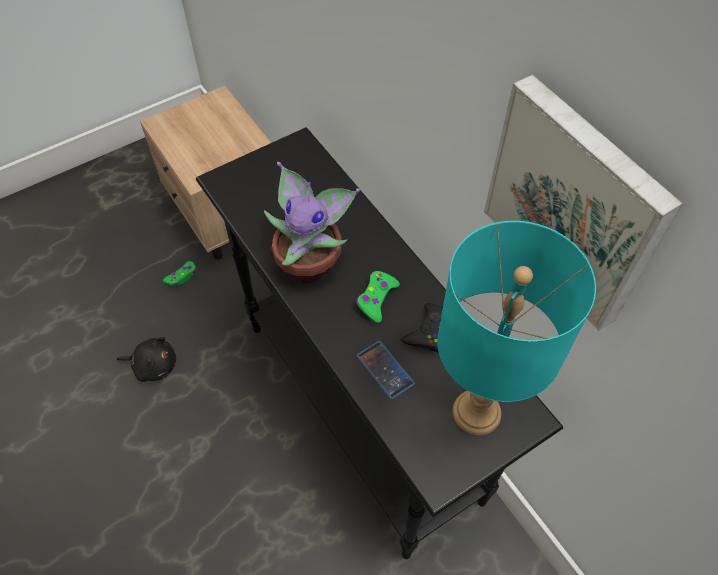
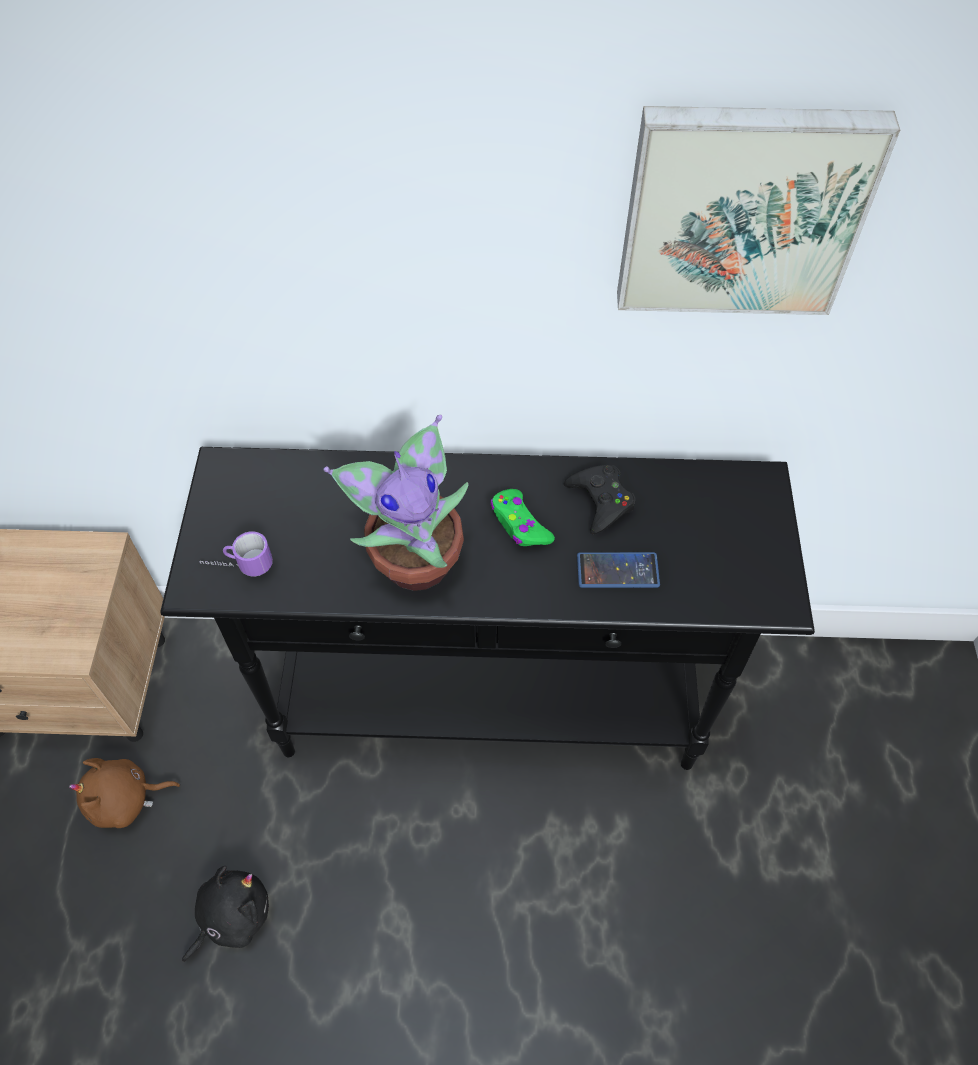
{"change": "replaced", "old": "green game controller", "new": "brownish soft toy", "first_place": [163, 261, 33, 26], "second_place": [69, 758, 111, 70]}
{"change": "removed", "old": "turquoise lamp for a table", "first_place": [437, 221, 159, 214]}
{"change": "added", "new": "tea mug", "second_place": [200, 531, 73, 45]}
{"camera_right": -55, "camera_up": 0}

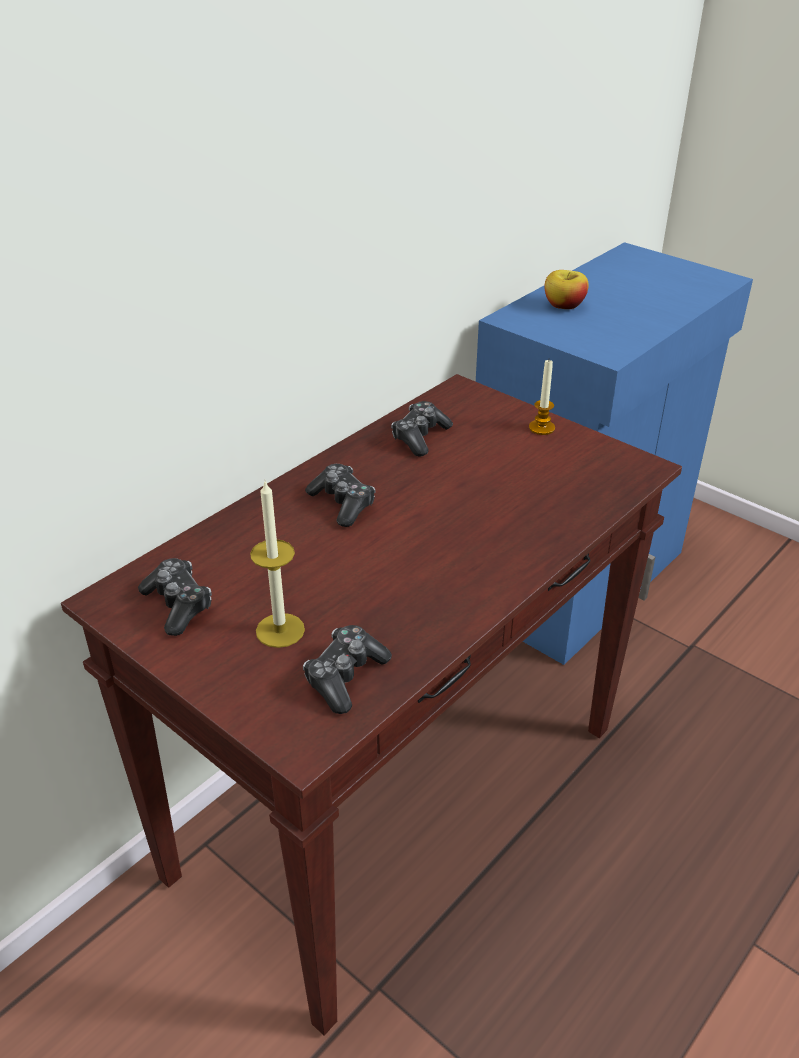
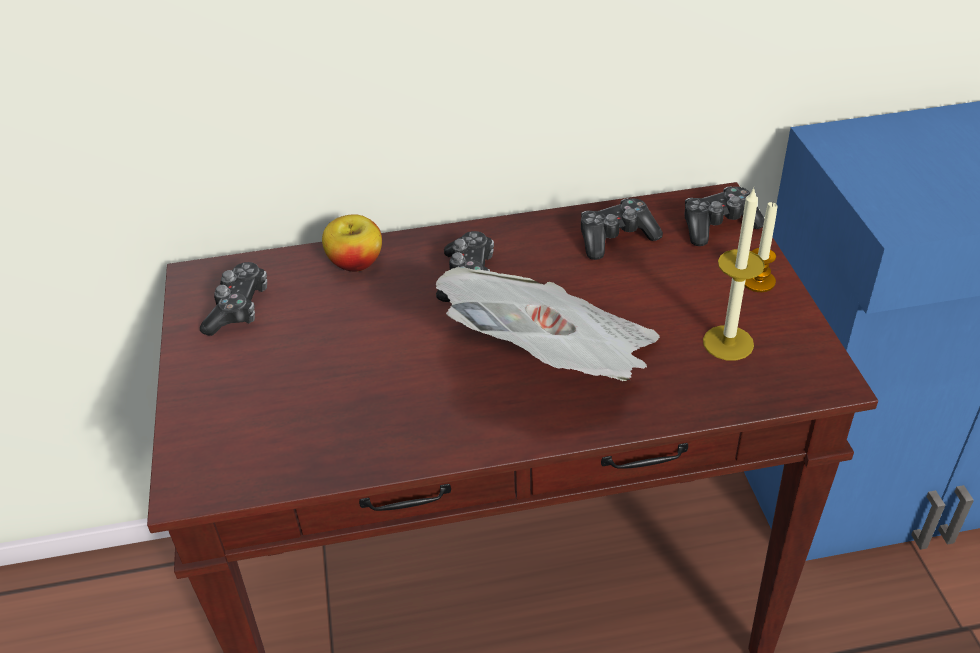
{"change": "moved", "old": "wax light", "first_place": [250, 481, 55, 167], "second_place": [703, 187, 62, 174]}
{"change": "moved", "old": "game controller", "first_place": [303, 625, 89, 89], "second_place": [684, 186, 81, 60]}
{"change": "moved", "old": "whole apple", "first_place": [544, 270, 45, 39], "second_place": [322, 214, 60, 58]}
{"change": "added", "new": "daily paper", "second_place": [436, 267, 224, 114]}
{"camera_right": 40, "camera_up": 5}

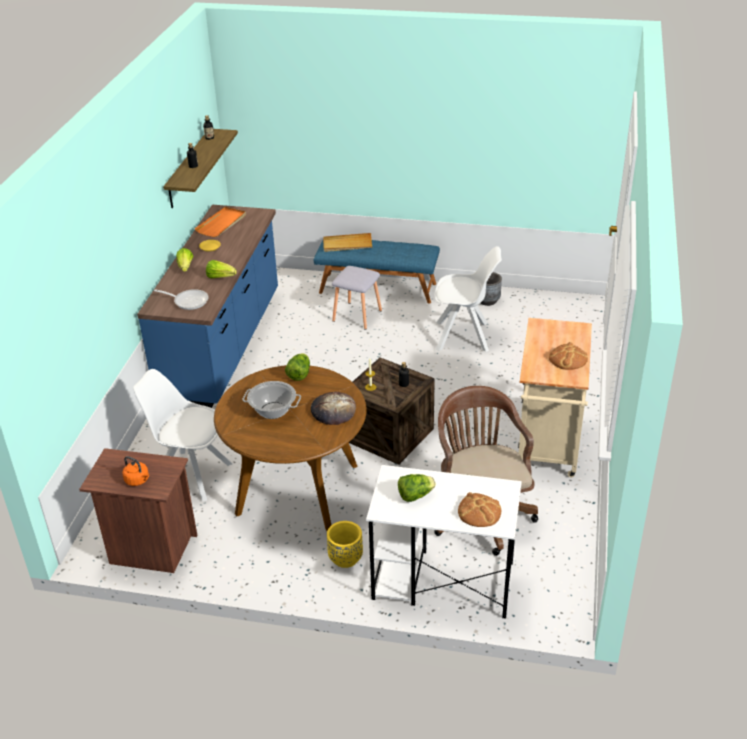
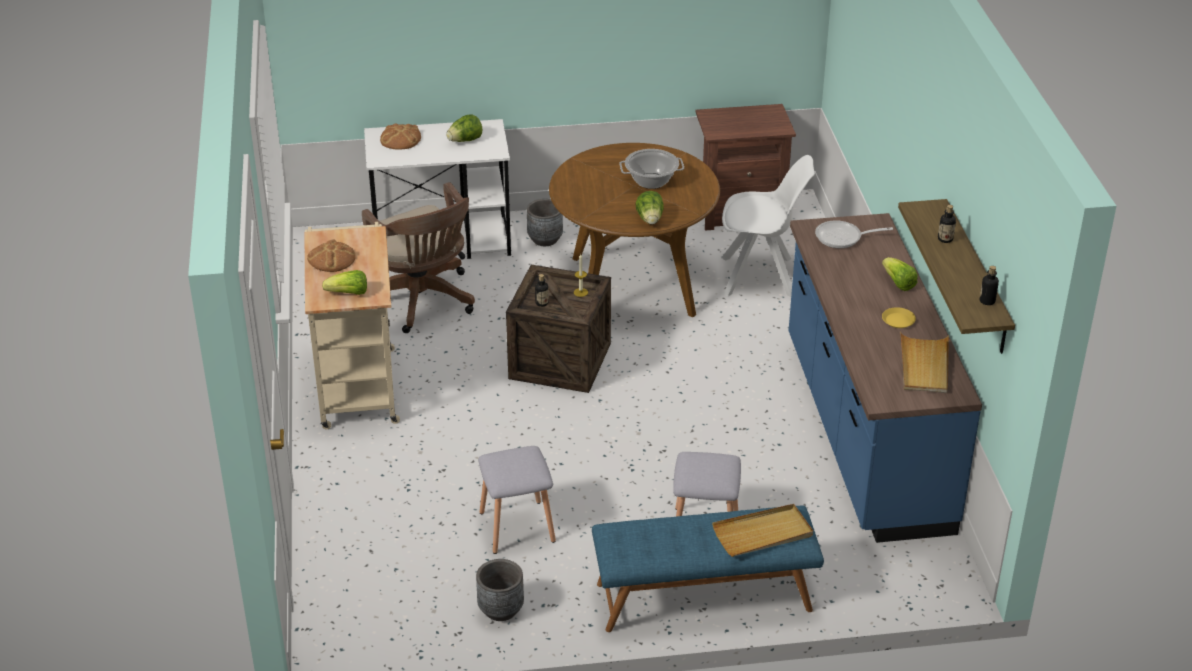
{"change": "removed", "old": "orange-coloured kettle", "first_place": [122, 456, 27, 30]}
{"change": "recoloured", "old": "orange-coloured tray", "new": "beige-coloured tray", "first_place": [195, 207, 51, 30], "second_place": [900, 332, 49, 61]}
{"change": "moved", "old": "lettuce", "first_place": [206, 260, 31, 18], "second_place": [322, 270, 45, 25]}
{"change": "removed", "old": "bread", "first_place": [311, 392, 45, 33]}
{"change": "recoloured", "old": "yellowish plant pot", "new": "gray plant pot", "first_place": [327, 521, 36, 47], "second_place": [527, 199, 36, 47]}
{"change": "replaced", "old": "white plain chair", "new": "gray stool", "first_place": [435, 246, 67, 106], "second_place": [478, 446, 78, 108]}
{"camera_right": 160, "camera_up": 0}

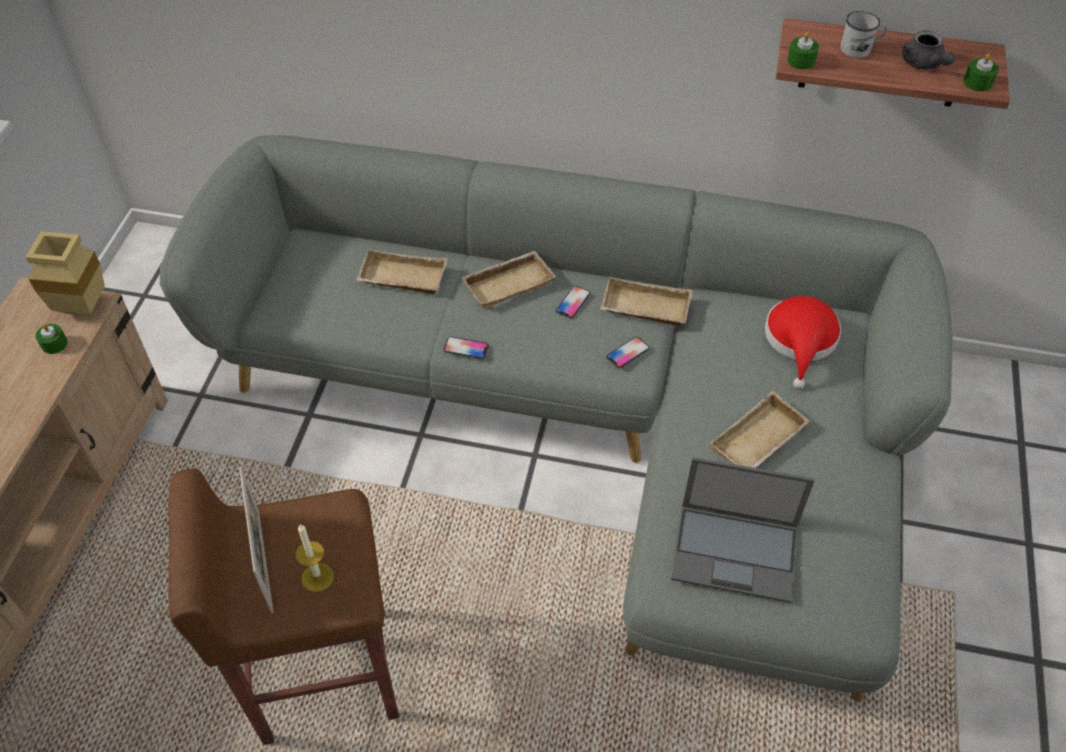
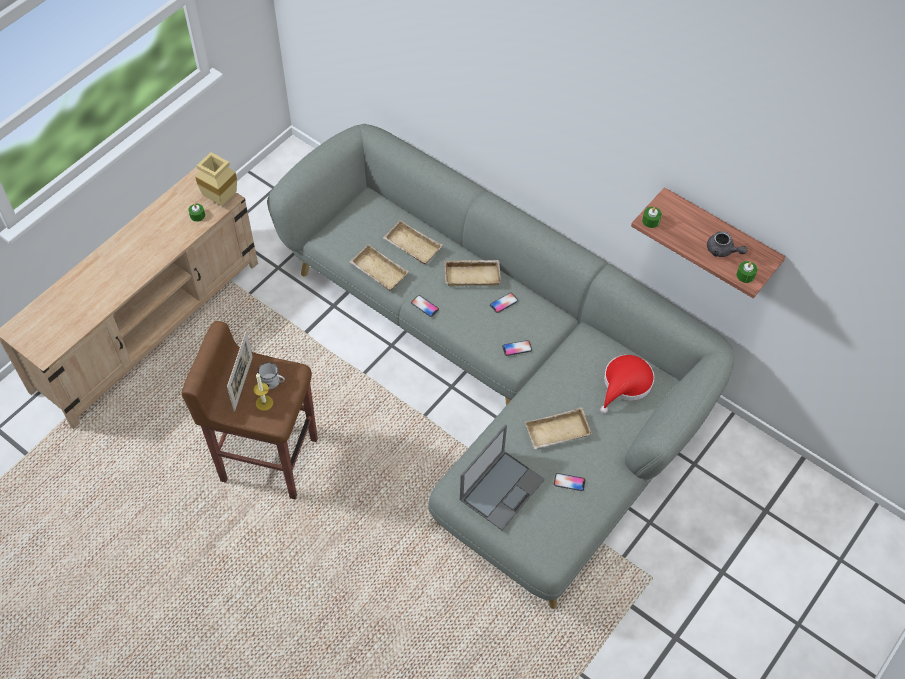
{"change": "moved", "old": "beige-coloured tray", "first_place": [600, 276, 93, 50], "second_place": [349, 244, 60, 46]}
{"change": "turned", "old": "notebook computer", "first_place": [671, 457, 144, 146], "second_place": [460, 424, 85, 106], "degrees": -90}
{"change": "moved", "old": "white tea mug", "first_place": [840, 11, 47, 47], "second_place": [258, 362, 27, 27]}
{"change": "turned", "old": "gray teapot", "first_place": [902, 30, 53, 40], "second_place": [707, 231, 40, 26], "degrees": -60}
{"change": "added", "new": "telephone", "second_place": [554, 473, 31, 18]}
{"camera_right": 25, "camera_up": 5}

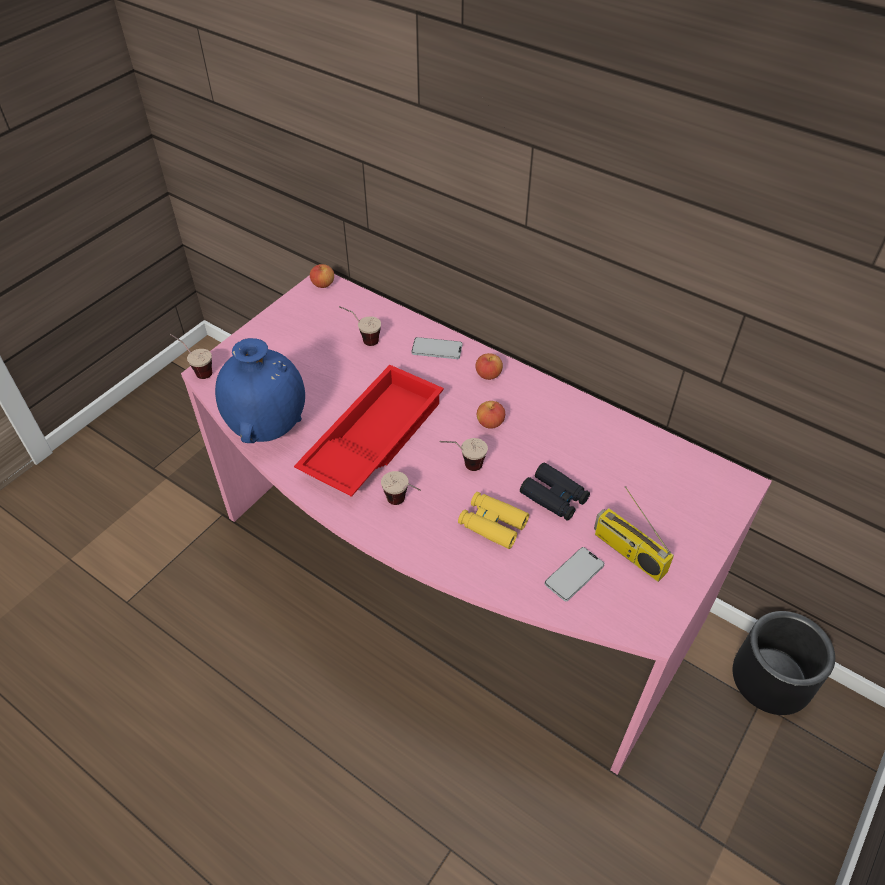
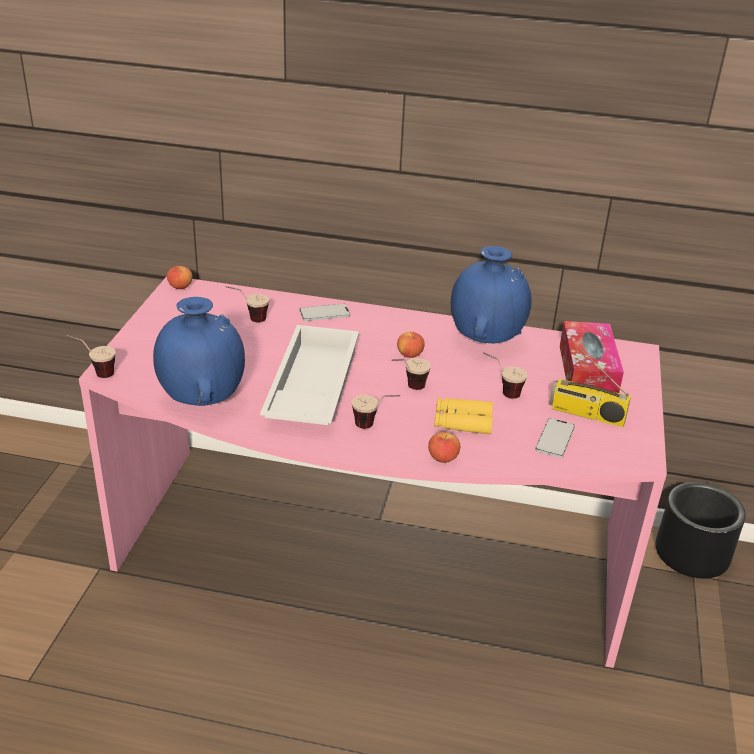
{"change": "recoloured", "old": "red-coloured tray", "new": "white tray", "first_place": [294, 365, 150, 132], "second_place": [260, 325, 99, 100]}
{"change": "moved", "old": "whole apple", "first_place": [475, 353, 28, 27], "second_place": [428, 432, 32, 31]}
{"change": "replaced", "old": "black field glasses", "new": "cup", "first_place": [520, 463, 70, 58], "second_place": [483, 352, 44, 47]}
{"change": "added", "new": "bluish decorative vase", "second_place": [451, 246, 81, 97]}
{"change": "added", "new": "tissue holder", "second_place": [560, 321, 64, 72]}
{"camera_right": -25, "camera_up": -15}

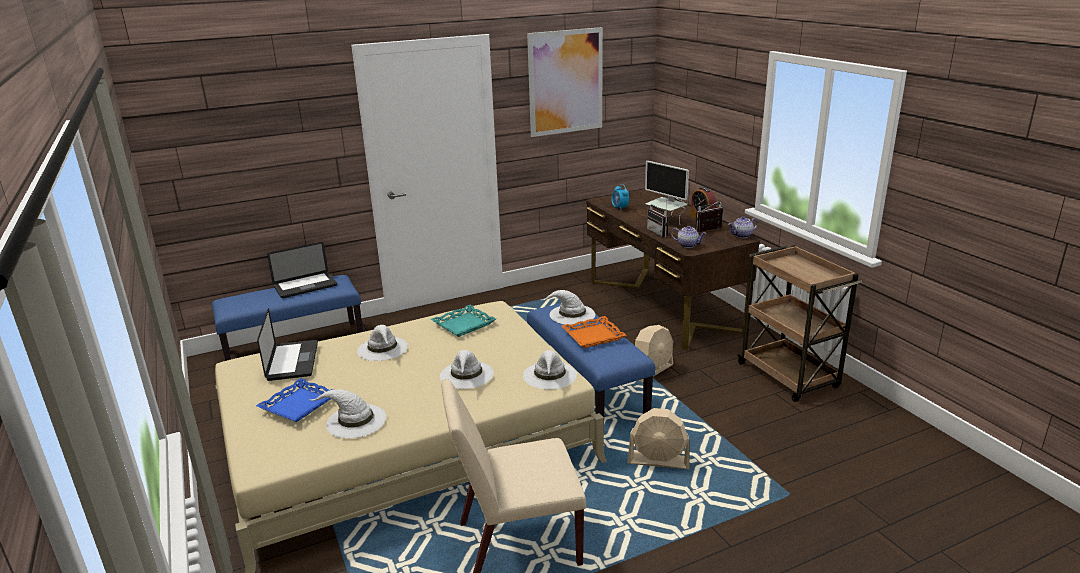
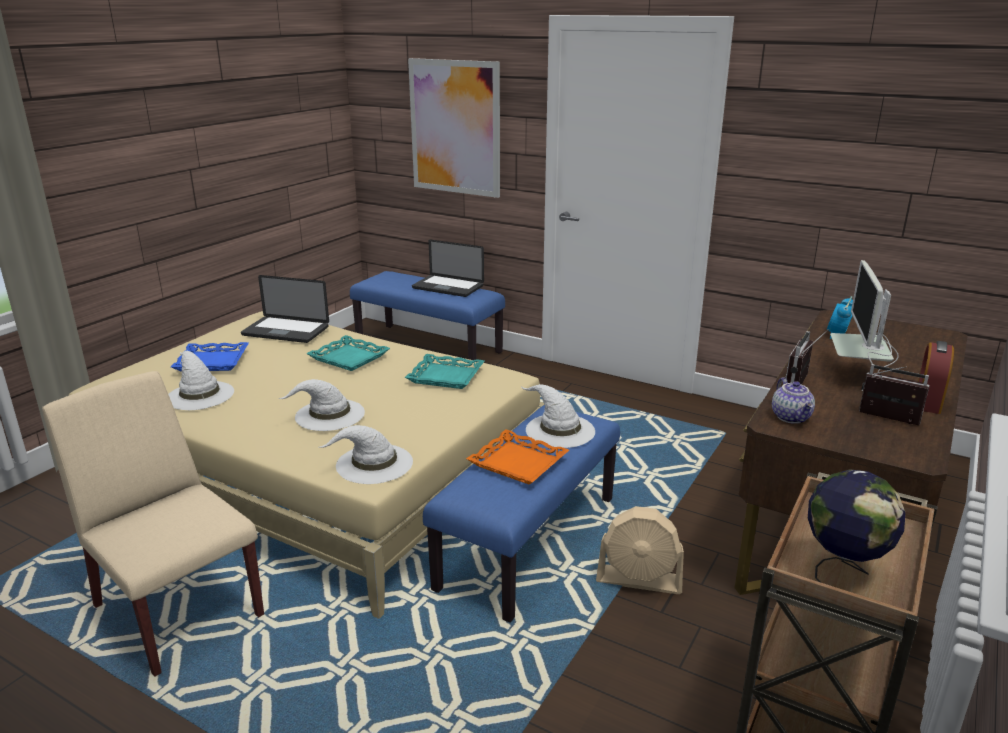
{"change": "turned", "old": "notebook computer", "first_place": [257, 308, 61, 73], "second_place": [241, 275, 88, 68], "degrees": 60}
{"change": "replaced", "old": "white hat", "new": "turquoise tray", "first_place": [357, 325, 51, 36], "second_place": [306, 335, 84, 36]}
{"change": "moved", "old": "wall art", "first_place": [527, 27, 76, 110], "second_place": [408, 58, 92, 140]}
{"change": "removed", "old": "beige-coloured electric fan", "first_place": [627, 408, 63, 61]}
{"change": "removed", "old": "teapot", "first_place": [729, 216, 29, 22]}
{"change": "added", "new": "globe", "second_place": [808, 469, 98, 114]}
{"camera_right": 55, "camera_up": 0}

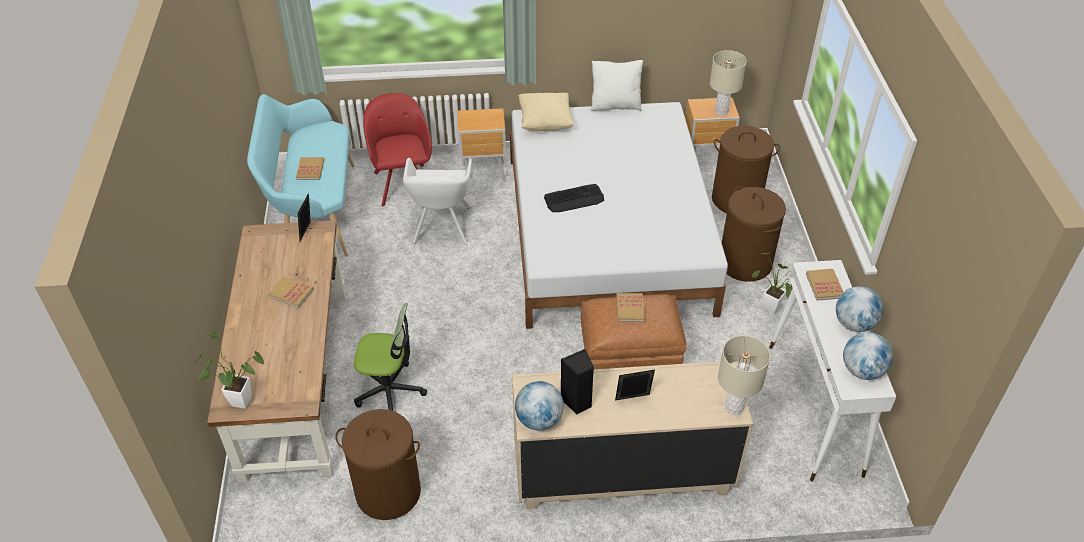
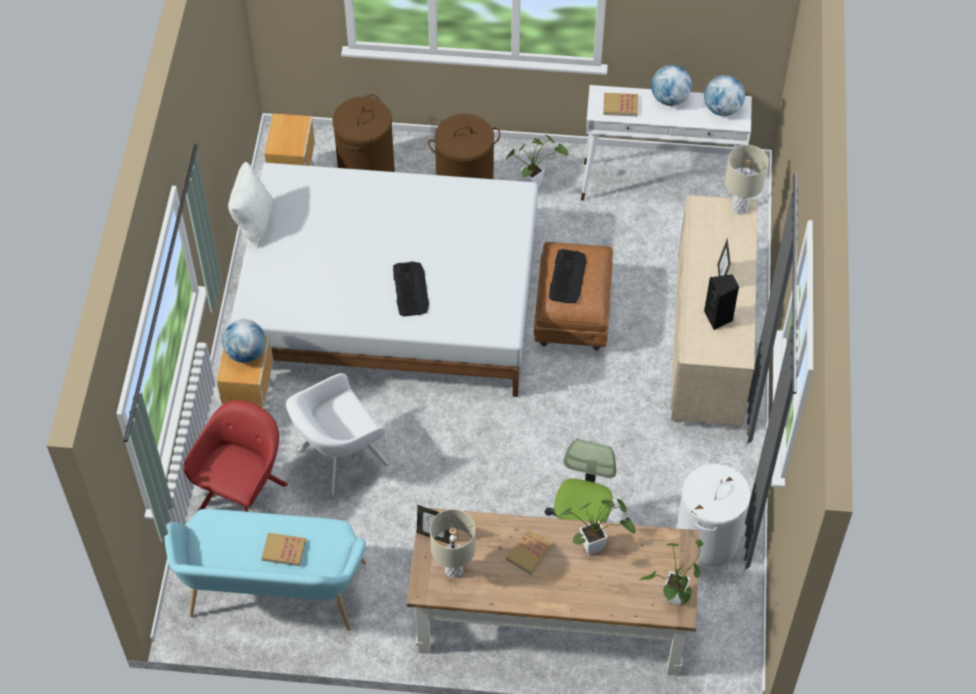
{"change": "recoloured", "old": "brownish hamper", "new": "white hamper", "first_place": [335, 409, 86, 111], "second_place": [676, 461, 75, 106]}
{"change": "turned", "old": "red-coloured easy chair", "first_place": [363, 93, 69, 114], "second_place": [183, 400, 105, 113], "degrees": 120}
{"change": "turned", "old": "white easy chair", "first_place": [403, 158, 69, 87], "second_place": [286, 373, 103, 124], "degrees": 135}
{"change": "moved", "old": "globe", "first_place": [515, 381, 49, 50], "second_place": [222, 319, 44, 44]}
{"change": "removed", "old": "beige-coloured throw pillow", "first_place": [518, 93, 57, 38]}
{"change": "replaced", "old": "bound book", "new": "PC keyboard", "first_place": [616, 293, 29, 29], "second_place": [549, 249, 38, 54]}
{"change": "moved", "old": "beige-coloured lamp for a table", "first_place": [710, 50, 36, 66], "second_place": [430, 509, 46, 69]}
{"change": "added", "new": "houseplant", "second_place": [560, 499, 76, 56]}
{"camera_right": -80, "camera_up": 10}

